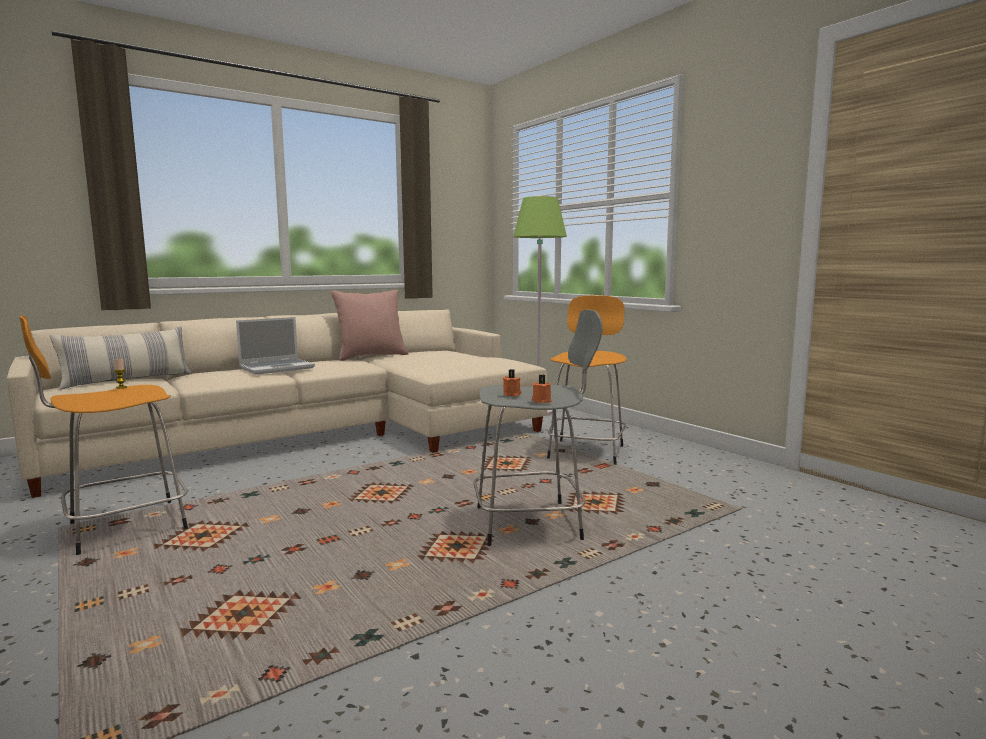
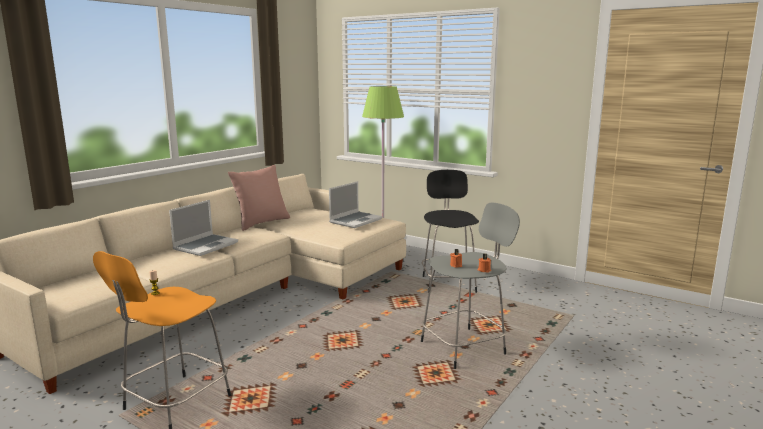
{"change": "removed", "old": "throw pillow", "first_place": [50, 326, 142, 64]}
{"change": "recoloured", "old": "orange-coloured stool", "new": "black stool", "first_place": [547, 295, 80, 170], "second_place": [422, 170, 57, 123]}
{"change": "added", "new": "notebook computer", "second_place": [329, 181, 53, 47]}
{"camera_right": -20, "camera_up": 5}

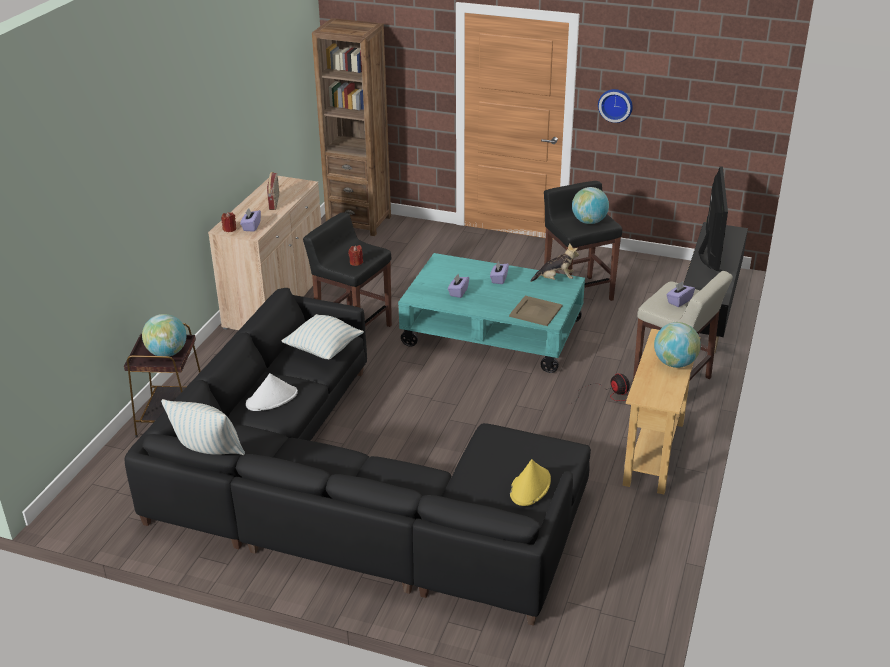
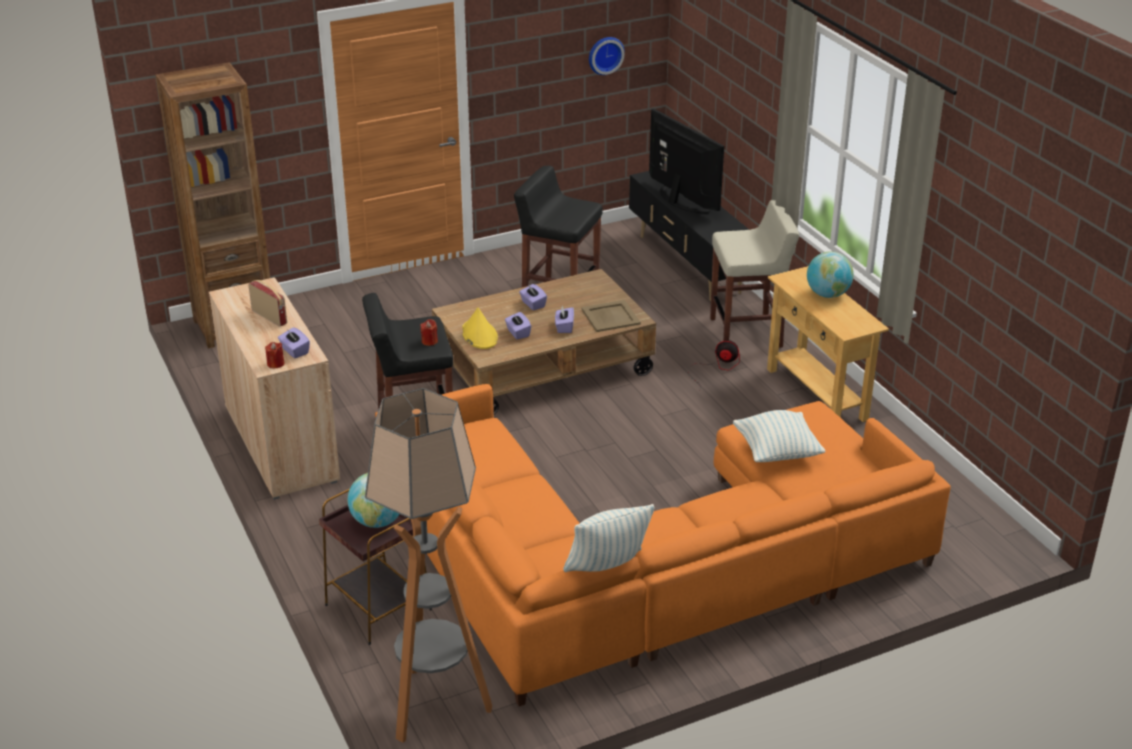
{"change": "recoloured", "old": "black settee", "new": "orange-coloured settee", "first_place": [124, 288, 467, 338], "second_place": [375, 384, 576, 322]}
{"change": "removed", "old": "white hat", "first_place": [246, 373, 52, 38]}
{"change": "moved", "old": "throw pillow", "first_place": [282, 314, 82, 45], "second_place": [733, 410, 93, 52]}
{"change": "recoloured", "old": "turquoise low table", "new": "brownish low table", "first_place": [398, 253, 187, 120], "second_place": [432, 269, 224, 145]}
{"change": "moved", "old": "yellowish hat", "first_place": [510, 459, 41, 47], "second_place": [462, 308, 36, 41]}
{"change": "removed", "old": "soft toy", "first_place": [530, 243, 49, 39]}
{"change": "removed", "old": "globe", "first_place": [572, 187, 37, 37]}
{"change": "moved", "old": "clock on the wall", "first_place": [598, 89, 35, 34], "second_place": [589, 37, 36, 38]}
{"change": "moved", "old": "purplish tissue holder", "first_place": [666, 281, 29, 26], "second_place": [555, 306, 19, 27]}
{"change": "added", "new": "standard lamp", "second_place": [365, 388, 127, 355]}
{"camera_right": -45, "camera_up": 0}

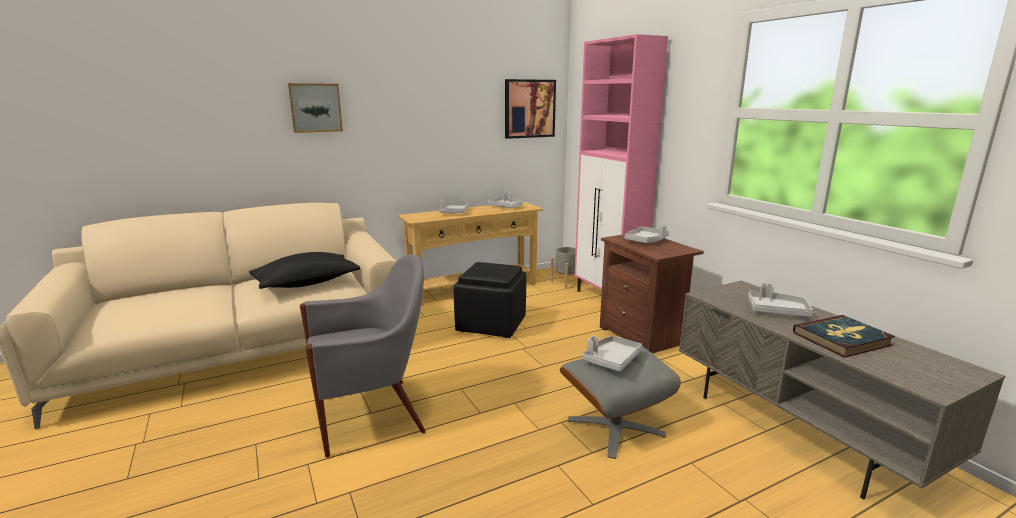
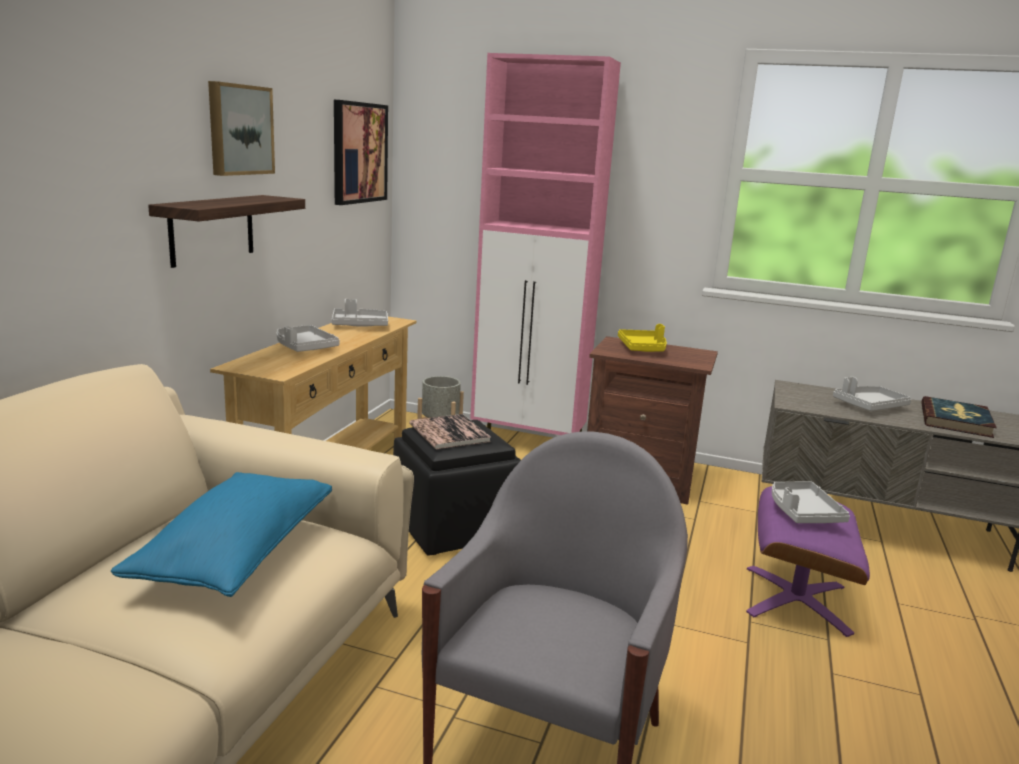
{"change": "recoloured", "old": "black throw pillow", "new": "bluish throw pillow", "first_place": [249, 252, 111, 37], "second_place": [111, 472, 221, 125]}
{"change": "moved", "old": "wall art", "first_place": [288, 83, 55, 50], "second_place": [208, 81, 67, 95]}
{"change": "recoloured", "old": "gray pouffe", "new": "purplish pouffe", "first_place": [560, 347, 121, 112], "second_place": [746, 486, 124, 151]}
{"change": "recoloured", "old": "gray tray", "new": "yellowish tray", "first_place": [625, 225, 44, 18], "second_place": [618, 324, 49, 28]}
{"change": "added", "new": "shelf", "second_place": [148, 195, 157, 73]}
{"change": "added", "new": "bound book", "second_place": [409, 414, 82, 35]}
{"camera_right": -45, "camera_up": 0}

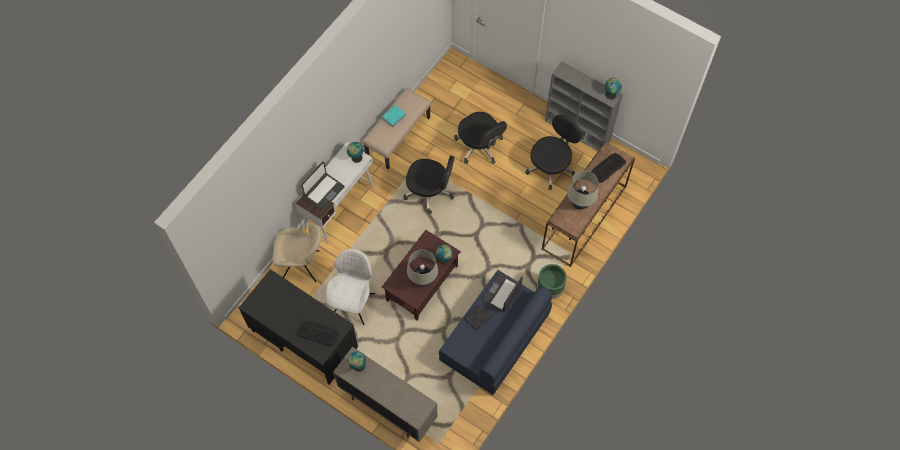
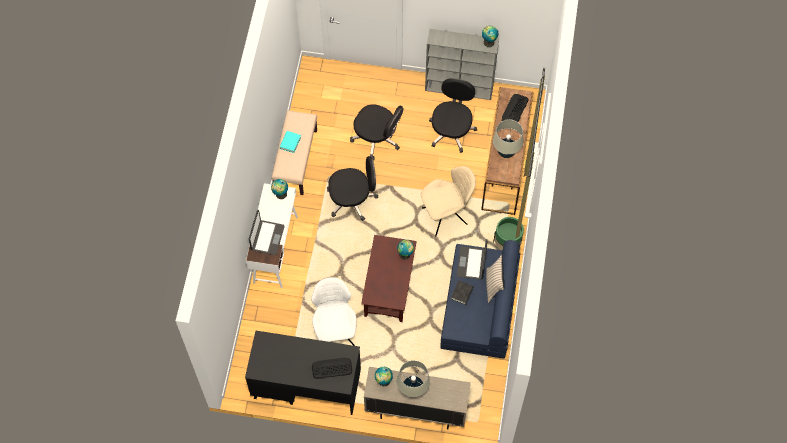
{"change": "moved", "old": "beige-coloured plain chair", "first_place": [273, 223, 48, 59], "second_place": [421, 166, 55, 70]}
{"change": "moved", "old": "beige-coloured lamp for a table", "first_place": [407, 249, 31, 37], "second_place": [397, 360, 33, 37]}
{"change": "added", "new": "beige-coloured throw pillow", "second_place": [486, 255, 18, 48]}
{"camera_right": -25, "camera_up": 0}

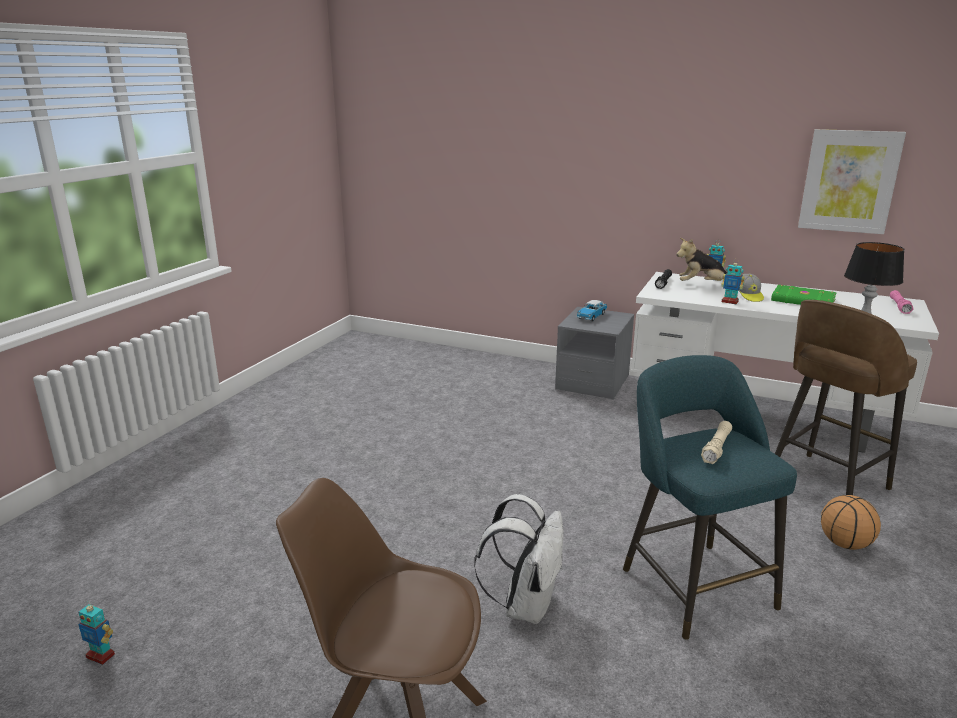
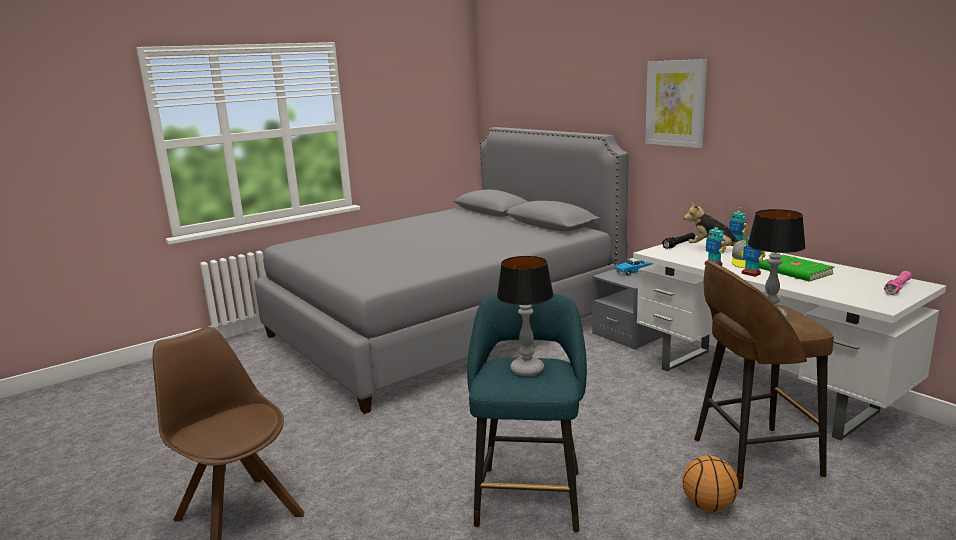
{"change": "moved", "old": "robot figure", "first_place": [78, 601, 37, 64], "second_place": [742, 236, 23, 41]}
{"change": "removed", "old": "white knapsack", "first_place": [474, 494, 89, 130]}
{"change": "replaced", "old": "beige-coloured torch", "new": "lamp for a table", "first_place": [701, 421, 31, 43], "second_place": [497, 256, 57, 120]}
{"change": "moved", "old": "wall art", "first_place": [798, 129, 108, 105], "second_place": [645, 59, 62, 89]}
{"change": "added", "new": "gray sleeping bed", "second_place": [254, 127, 375, 287]}
{"camera_right": 30, "camera_up": -5}

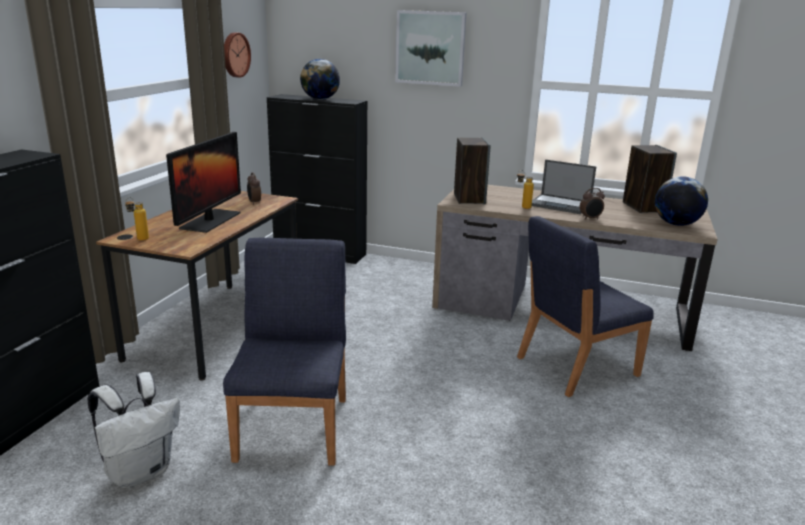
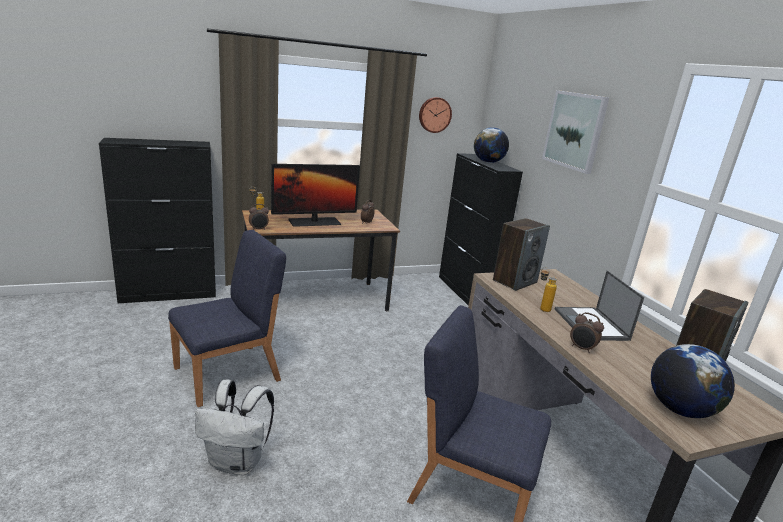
{"change": "moved", "old": "white knapsack", "first_place": [88, 372, 92, 116], "second_place": [195, 380, 79, 95]}
{"change": "added", "new": "alarm clock", "second_place": [249, 204, 20, 26]}
{"camera_right": 50, "camera_up": 0}

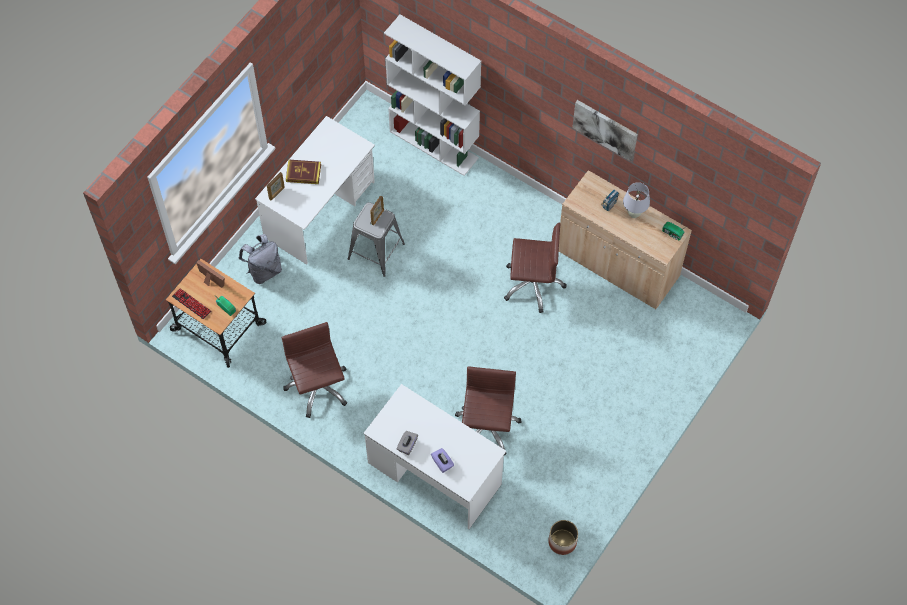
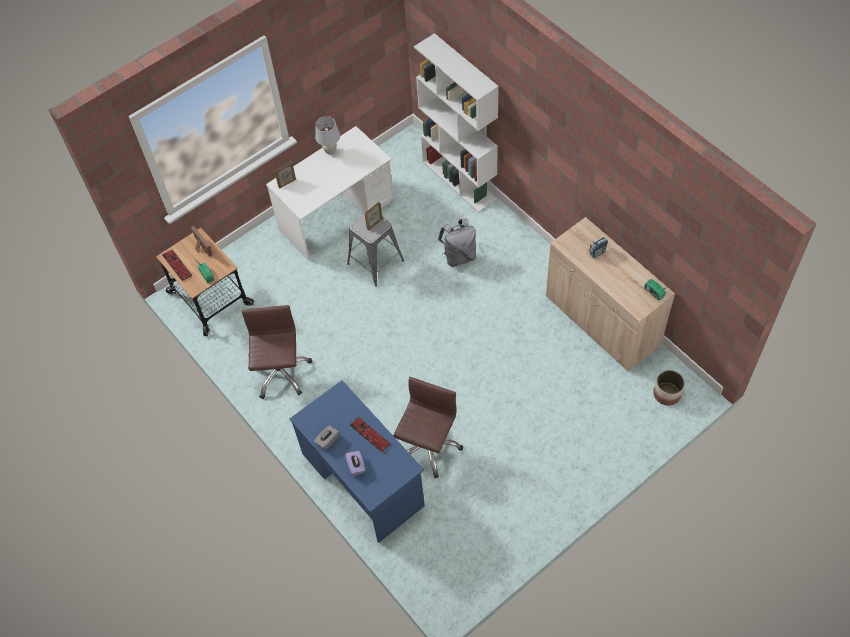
{"change": "moved", "old": "gray knapsack", "first_place": [239, 234, 43, 50], "second_place": [438, 219, 38, 48]}
{"change": "removed", "old": "bound book", "first_place": [286, 160, 35, 24]}
{"change": "recoloured", "old": "white desk table", "new": "bluish desk table", "first_place": [363, 384, 143, 145], "second_place": [289, 380, 136, 163]}
{"change": "removed", "old": "brownish office chair", "first_place": [504, 223, 63, 90]}
{"change": "moved", "old": "plant pot", "first_place": [548, 520, 30, 35], "second_place": [653, 370, 32, 35]}
{"change": "removed", "old": "wall art", "first_place": [572, 100, 66, 61]}
{"change": "moved", "old": "white lamp for a table", "first_place": [623, 182, 27, 36], "second_place": [315, 116, 25, 39]}
{"change": "added", "new": "PC keyboard", "second_place": [349, 417, 42, 35]}
{"camera_right": 20, "camera_up": -5}

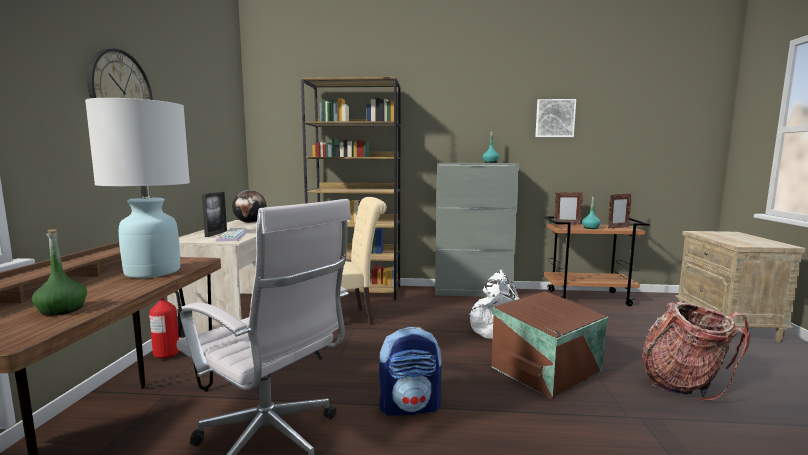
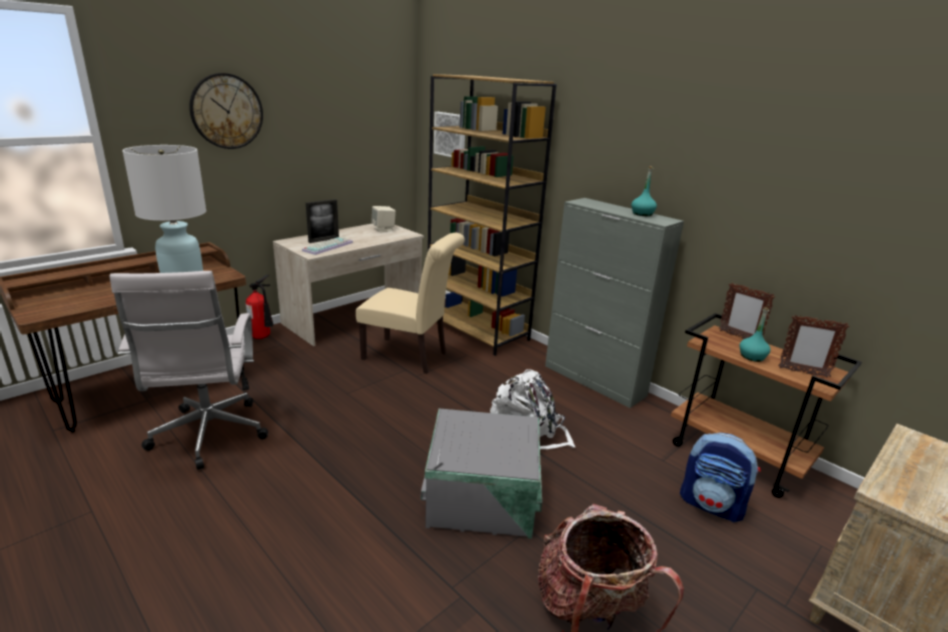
{"change": "removed", "old": "green drink bottle", "first_place": [32, 229, 55, 87]}
{"change": "replaced", "old": "globe", "new": "beige-coloured speaker", "first_place": [232, 190, 35, 33], "second_place": [371, 206, 25, 26]}
{"change": "moved", "old": "knapsack", "first_place": [379, 327, 63, 89], "second_place": [680, 433, 81, 89]}
{"change": "recoloured", "old": "brownish storage box", "new": "gray storage box", "first_place": [491, 291, 118, 108], "second_place": [421, 408, 121, 131]}
{"change": "moved", "old": "wall art", "first_place": [535, 99, 41, 38], "second_place": [434, 112, 31, 45]}
{"camera_right": 40, "camera_up": 15}

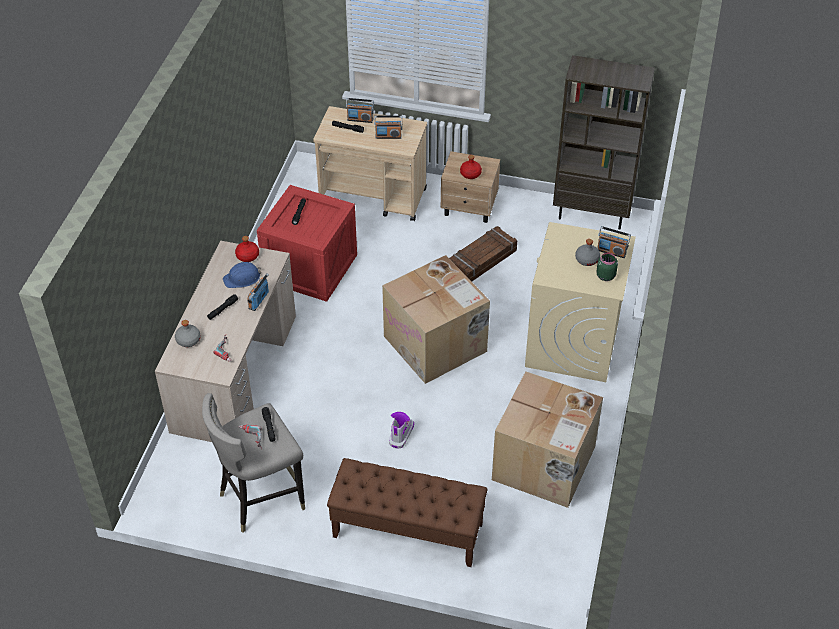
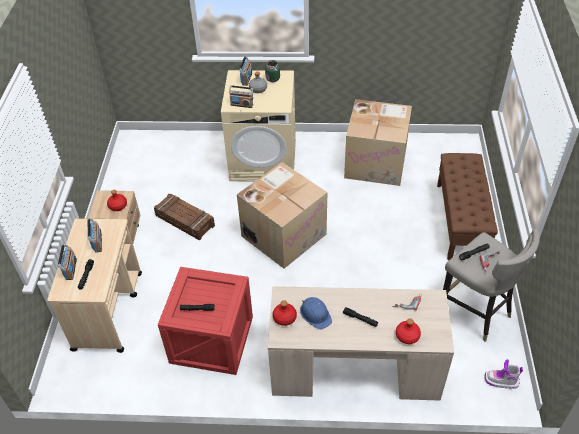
{"change": "recoloured", "old": "gray drink bottle", "new": "red-coloured drink bottle", "first_place": [175, 320, 26, 27], "second_place": [396, 318, 25, 26]}
{"change": "moved", "old": "radio set", "first_place": [247, 274, 22, 37], "second_place": [229, 85, 24, 23]}
{"change": "moved", "old": "boot", "first_place": [389, 412, 25, 37], "second_place": [485, 359, 38, 30]}
{"change": "removed", "old": "brownish bookcase", "first_place": [553, 55, 102, 175]}
{"camera_right": -100, "camera_up": 0}

